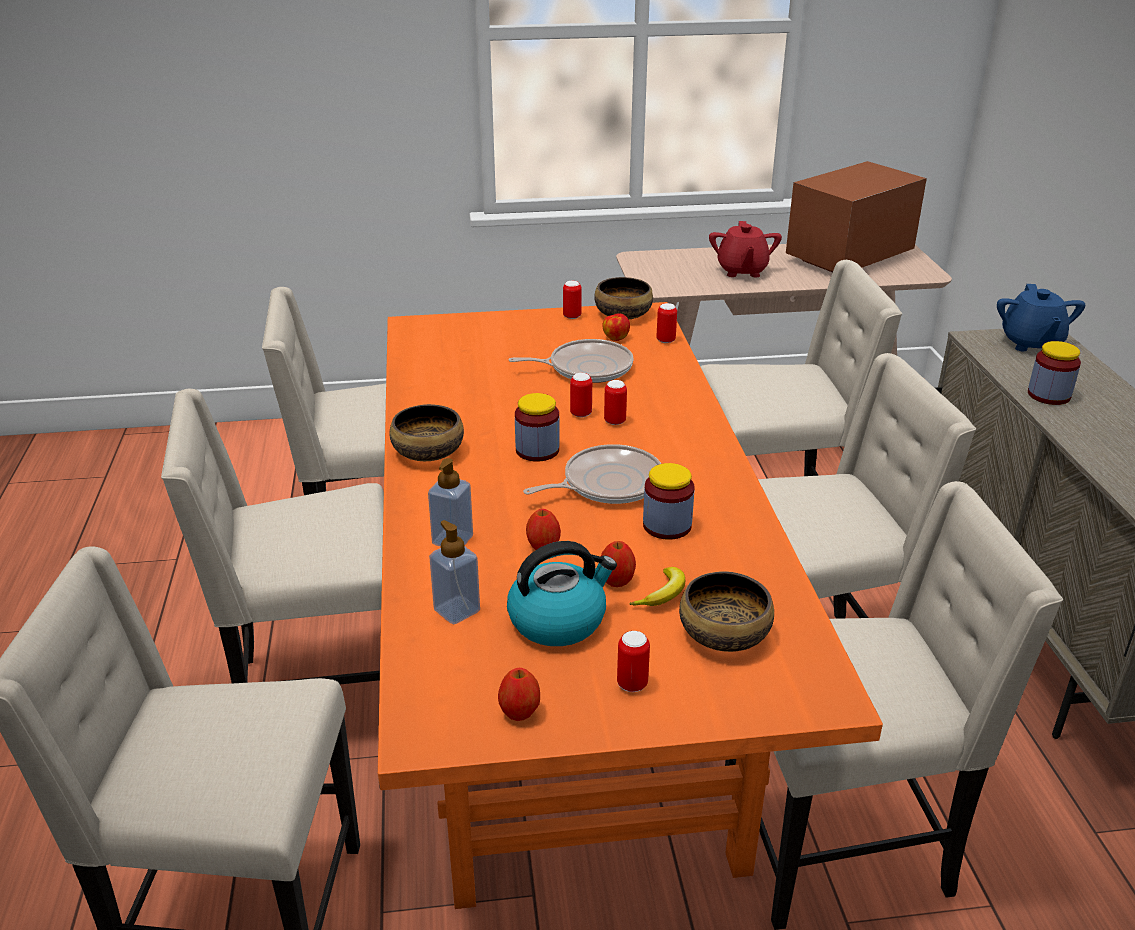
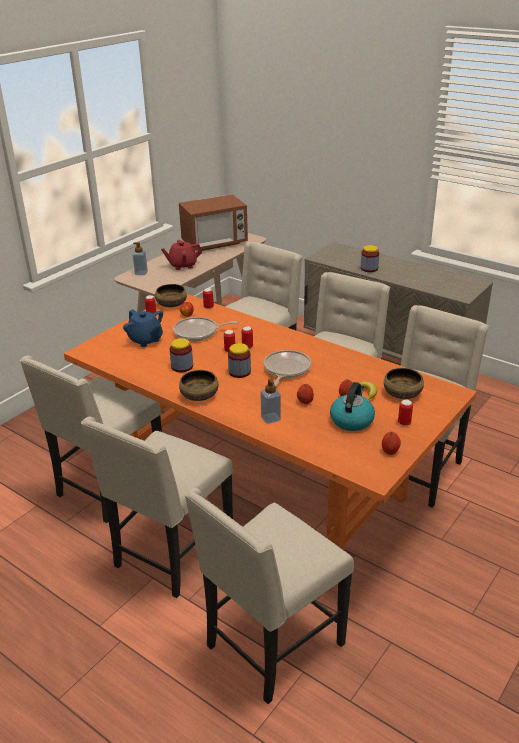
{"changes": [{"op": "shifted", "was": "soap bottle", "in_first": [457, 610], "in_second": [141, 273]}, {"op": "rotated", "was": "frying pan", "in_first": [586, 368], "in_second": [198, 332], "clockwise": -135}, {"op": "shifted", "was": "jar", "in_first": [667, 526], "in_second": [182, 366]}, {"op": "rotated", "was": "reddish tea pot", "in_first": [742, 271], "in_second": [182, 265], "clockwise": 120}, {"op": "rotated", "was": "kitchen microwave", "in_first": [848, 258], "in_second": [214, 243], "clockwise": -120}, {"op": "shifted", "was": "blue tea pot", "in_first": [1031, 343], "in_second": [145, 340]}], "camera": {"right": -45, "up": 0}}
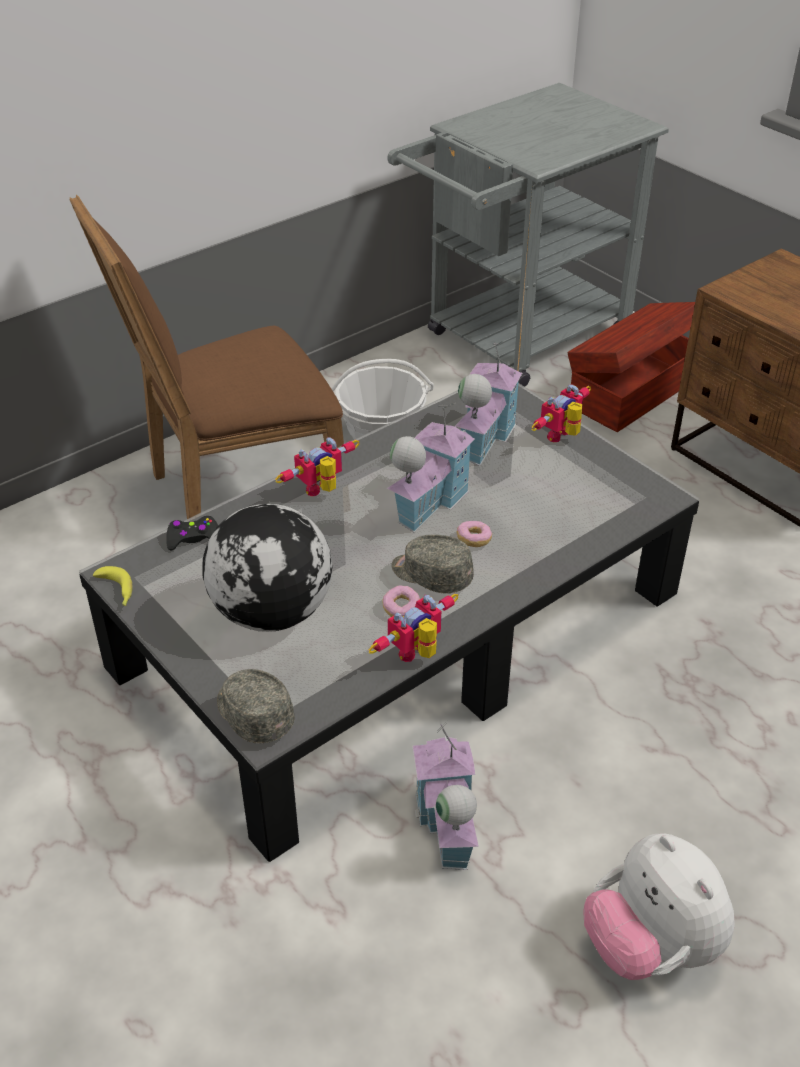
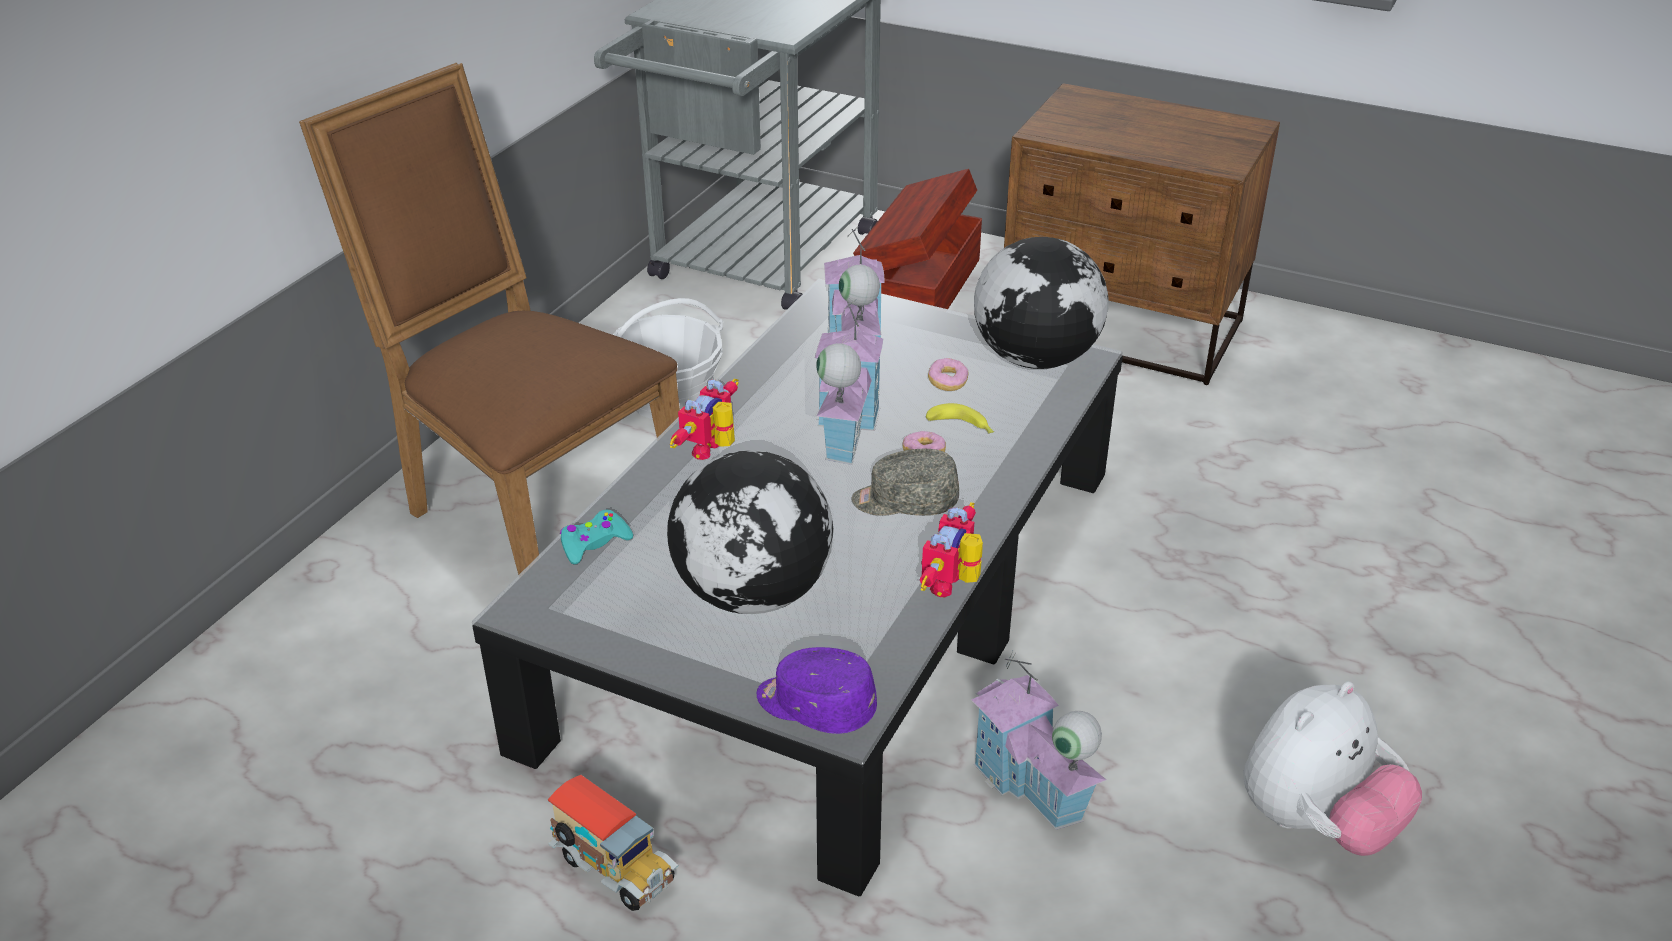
{"changes": [{"op": "rotated", "was": "brownish chair", "in_first": [236, 491], "in_second": [532, 508], "clockwise": 90}, {"op": "shifted", "was": "banana", "in_first": [117, 591], "in_second": [962, 427]}, {"op": "repainted", "was": "blackish game controller", "now": "turquoise game controller", "in_first": [193, 538], "in_second": [594, 543]}, {"op": "repainted", "was": "gray cap", "now": "purplish cap", "in_first": [253, 714], "in_second": [815, 706]}, {"op": "shifted", "was": "donut", "in_first": [401, 609], "in_second": [947, 382]}, {"op": "gone", "was": "robot figure", "in_first": [563, 437]}, {"op": "rotated", "was": "cuddly toy", "in_first": [650, 945], "in_second": [1315, 824], "clockwise": -75}, {"op": "new", "now": "toy lorry", "in_second": [614, 870]}, {"op": "new", "now": "globe", "in_second": [1036, 358]}], "camera": {"right": -25, "up": -5}}
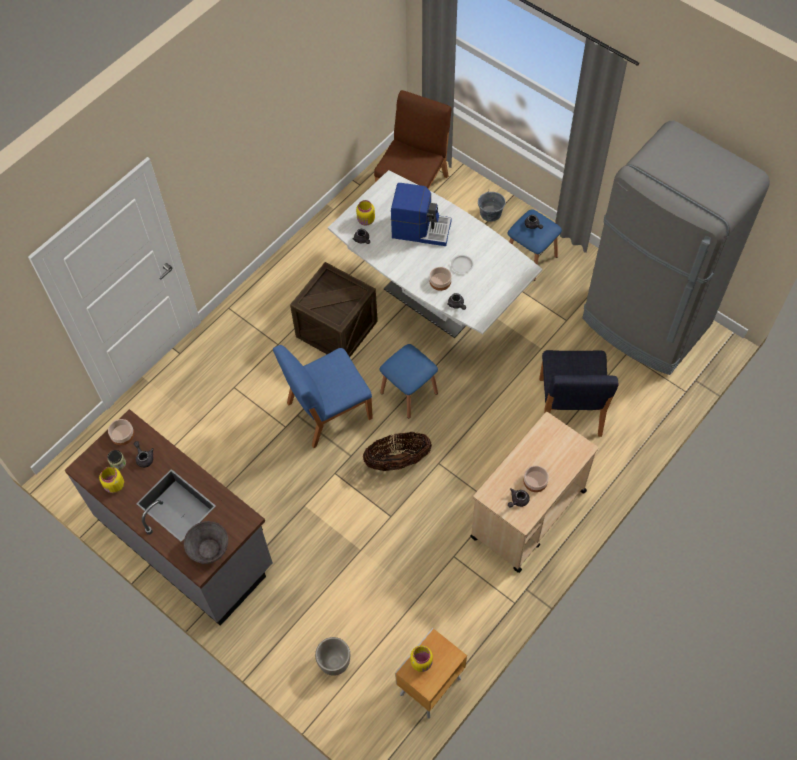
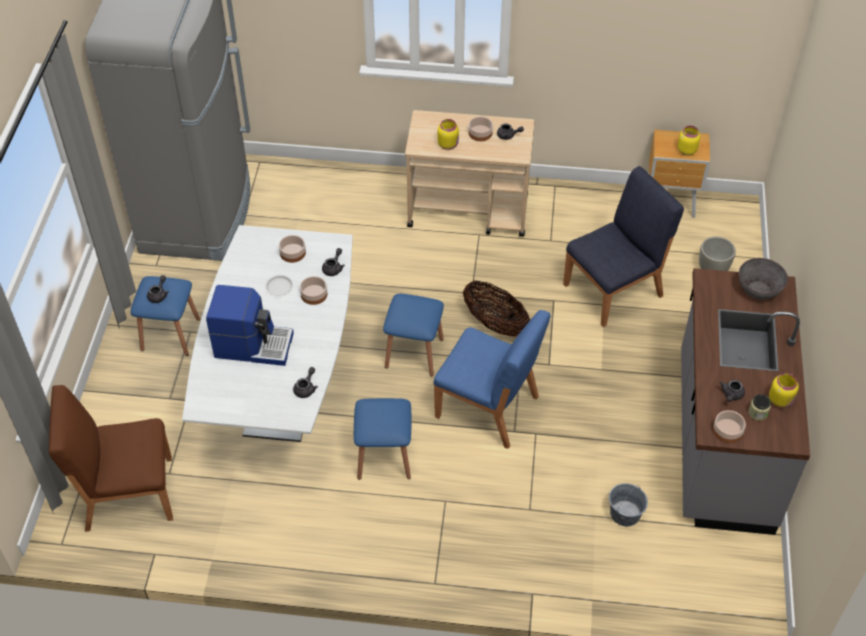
{"changes": [{"op": "swapped", "was": "packing crate", "now": "blue stool seat", "in_first": [336, 329], "in_second": [384, 457]}, {"op": "shifted", "was": "yellow-coloured jar", "in_first": [366, 220], "in_second": [448, 144]}, {"op": "rotated", "was": "coffee brewer", "in_first": [421, 229], "in_second": [253, 344], "clockwise": 120}, {"op": "shifted", "was": "gray pail", "in_first": [490, 213], "in_second": [625, 513]}, {"op": "shifted", "was": "blue chair", "in_first": [569, 408], "in_second": [614, 290]}, {"op": "new", "now": "serving bowl", "in_second": [292, 253]}], "camera": {"right": -125, "up": -10}}
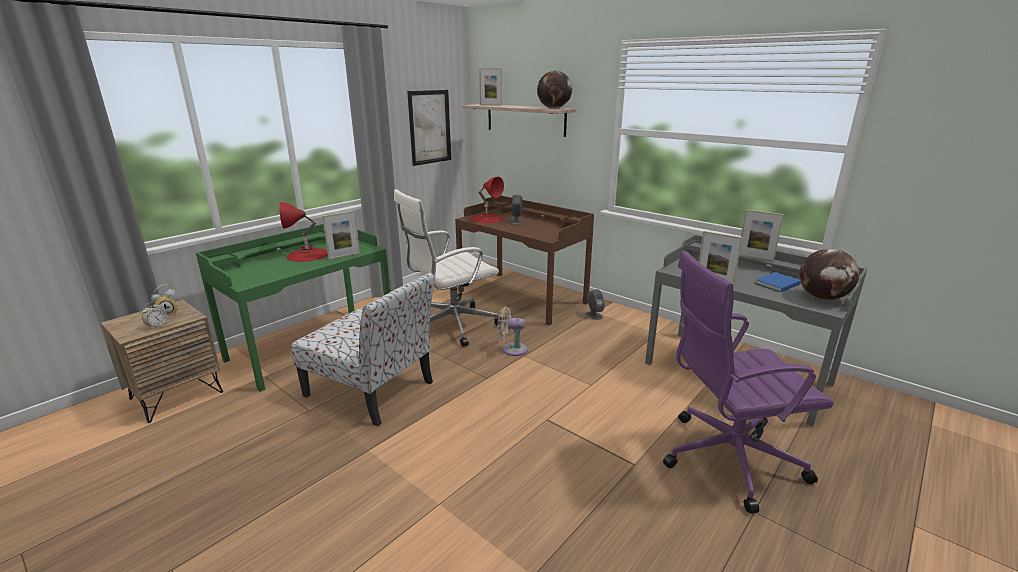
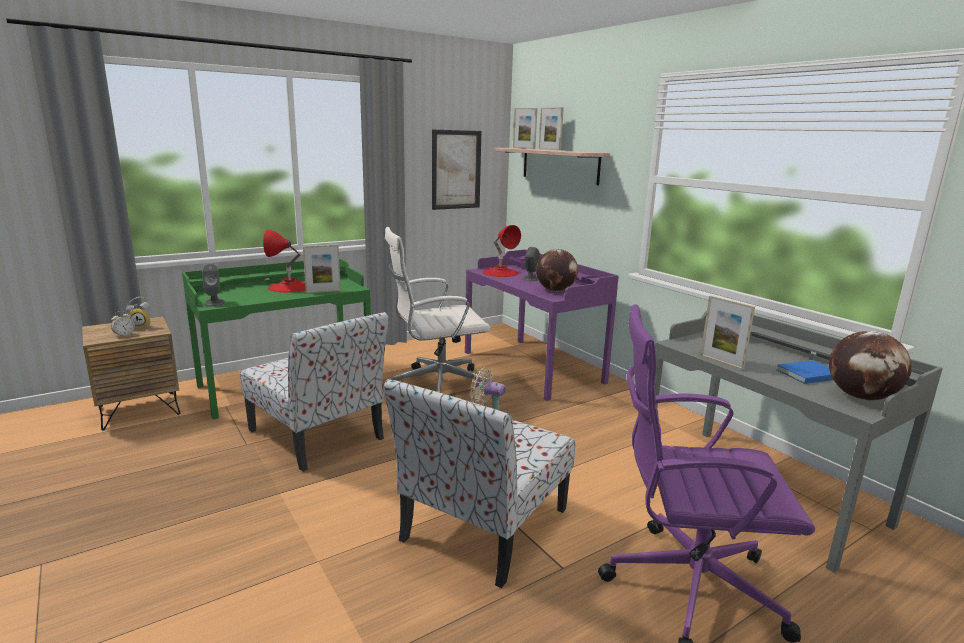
{"changes": [{"op": "repainted", "was": "brownish desk table", "now": "purplish desk table", "in_first": [522, 296], "in_second": [533, 367]}, {"op": "shifted", "was": "globe", "in_first": [553, 108], "in_second": [555, 290]}, {"op": "shifted", "was": "gray loudspeaker", "in_first": [594, 315], "in_second": [214, 302]}, {"op": "shifted", "was": "standing frame", "in_first": [755, 257], "in_second": [549, 149]}, {"op": "new", "now": "chair", "in_second": [483, 526]}], "camera": {"right": 15, "up": -5}}
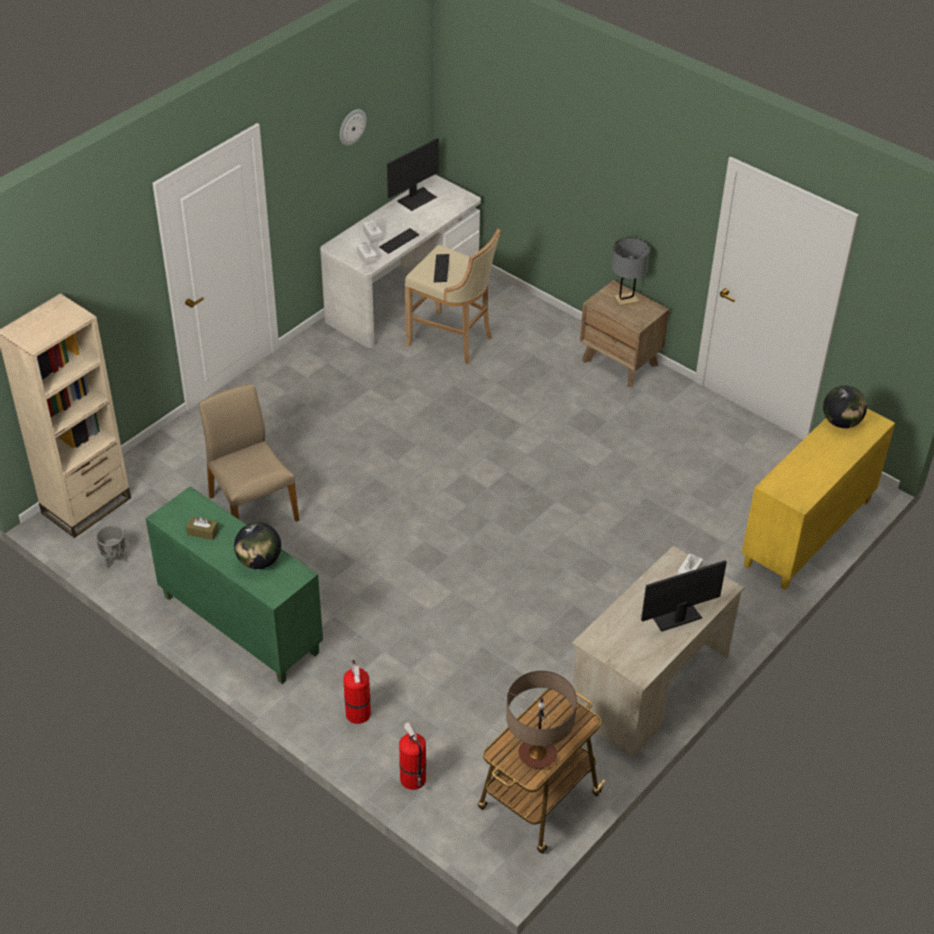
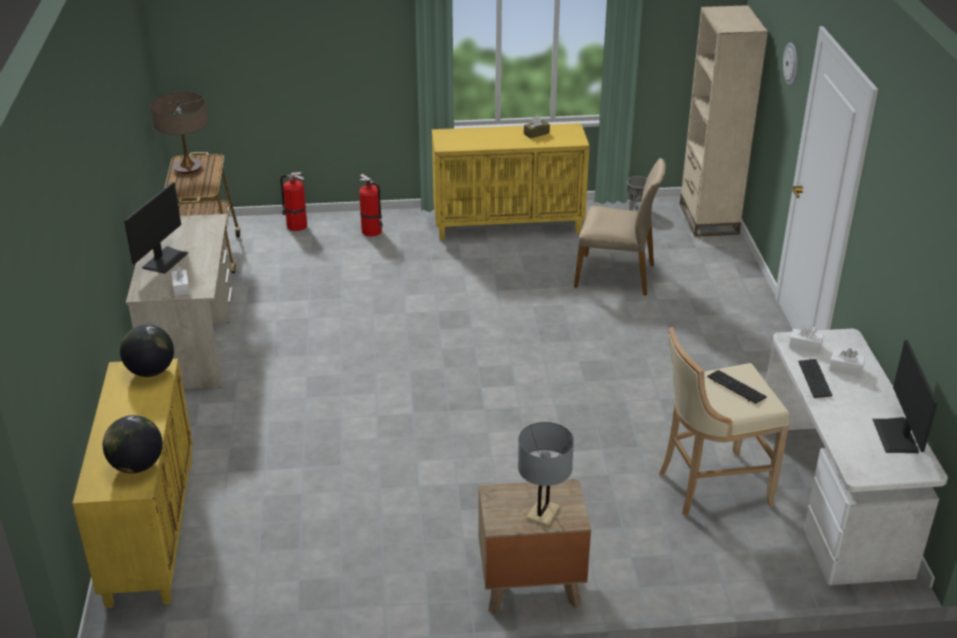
{"changes": [{"op": "repainted", "was": "green-coloured cabinet", "now": "yellow-coloured cabinet", "in_first": [239, 625], "in_second": [509, 225]}, {"op": "shifted", "was": "globe", "in_first": [259, 561], "in_second": [151, 371]}, {"op": "shifted", "was": "hanging clock", "in_first": [351, 126], "in_second": [792, 64]}], "camera": {"right": 135, "up": -10}}
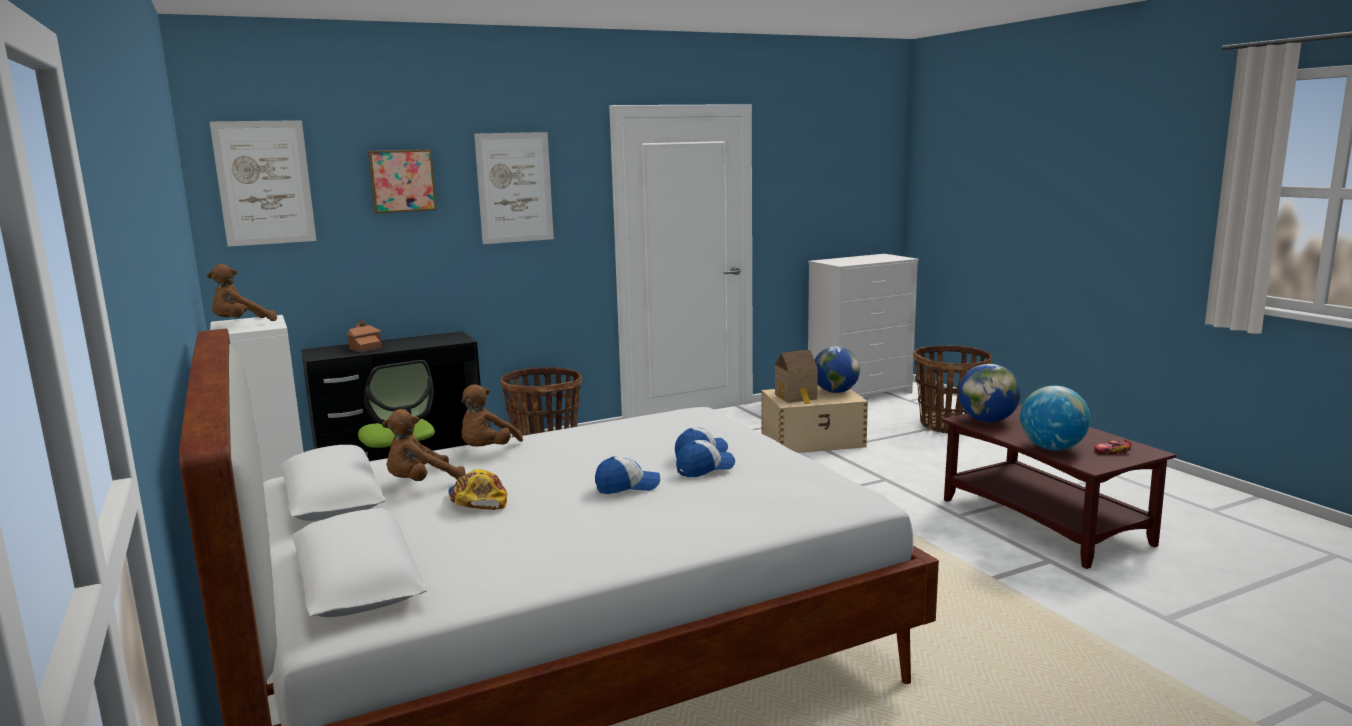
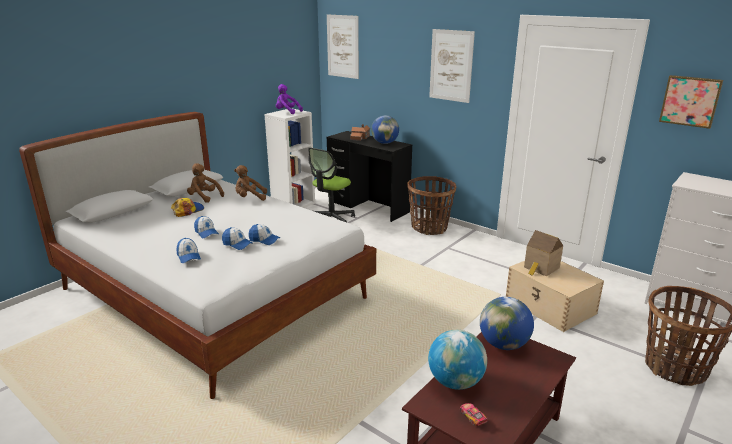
{"changes": [{"op": "repainted", "was": "brownish cuddly toy", "now": "purplish cuddly toy", "in_first": [241, 324], "in_second": [287, 112]}, {"op": "shifted", "was": "wall picture", "in_first": [402, 181], "in_second": [690, 101]}, {"op": "shifted", "was": "globe", "in_first": [835, 392], "in_second": [384, 143]}, {"op": "new", "now": "cap", "in_second": [188, 256]}], "camera": {"right": 65, "up": 10}}
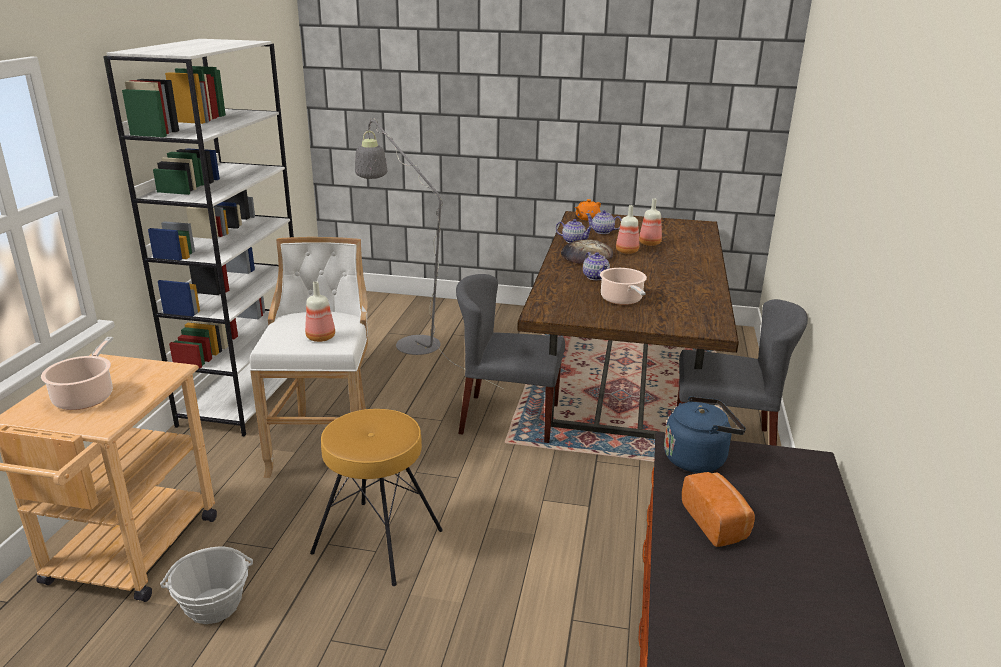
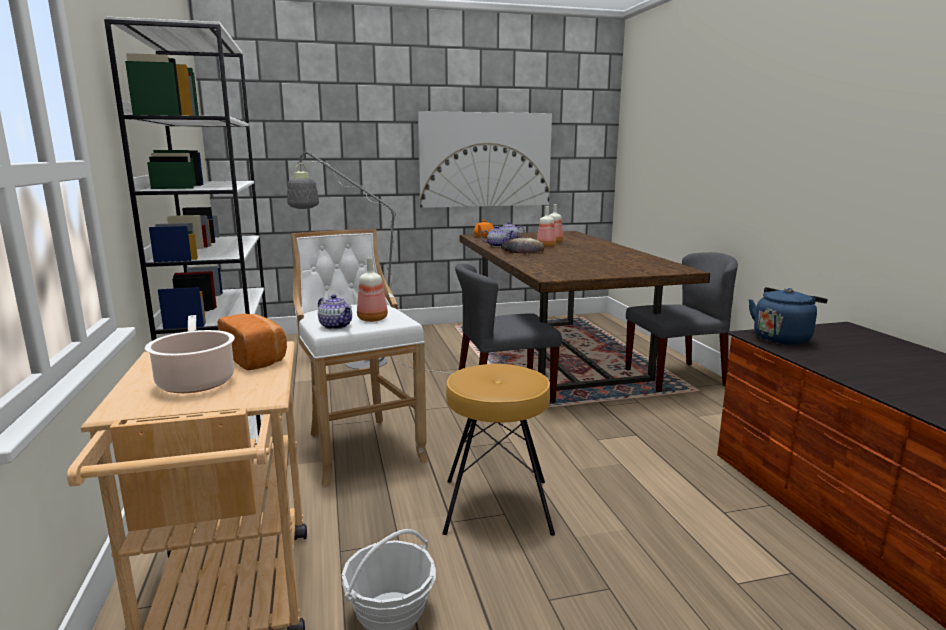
{"changes": [{"op": "shifted", "was": "tea pot", "in_first": [595, 277], "in_second": [335, 326]}, {"op": "gone", "was": "saucepot", "in_first": [622, 300]}, {"op": "shifted", "was": "bakery bread", "in_first": [717, 522], "in_second": [256, 358]}, {"op": "new", "now": "wall picture", "in_second": [485, 160]}], "camera": {"right": -25, "up": -10}}
